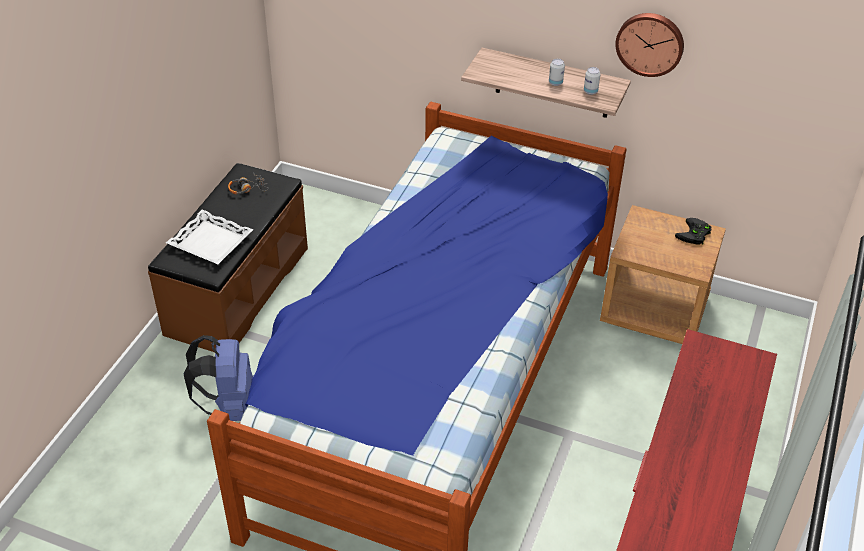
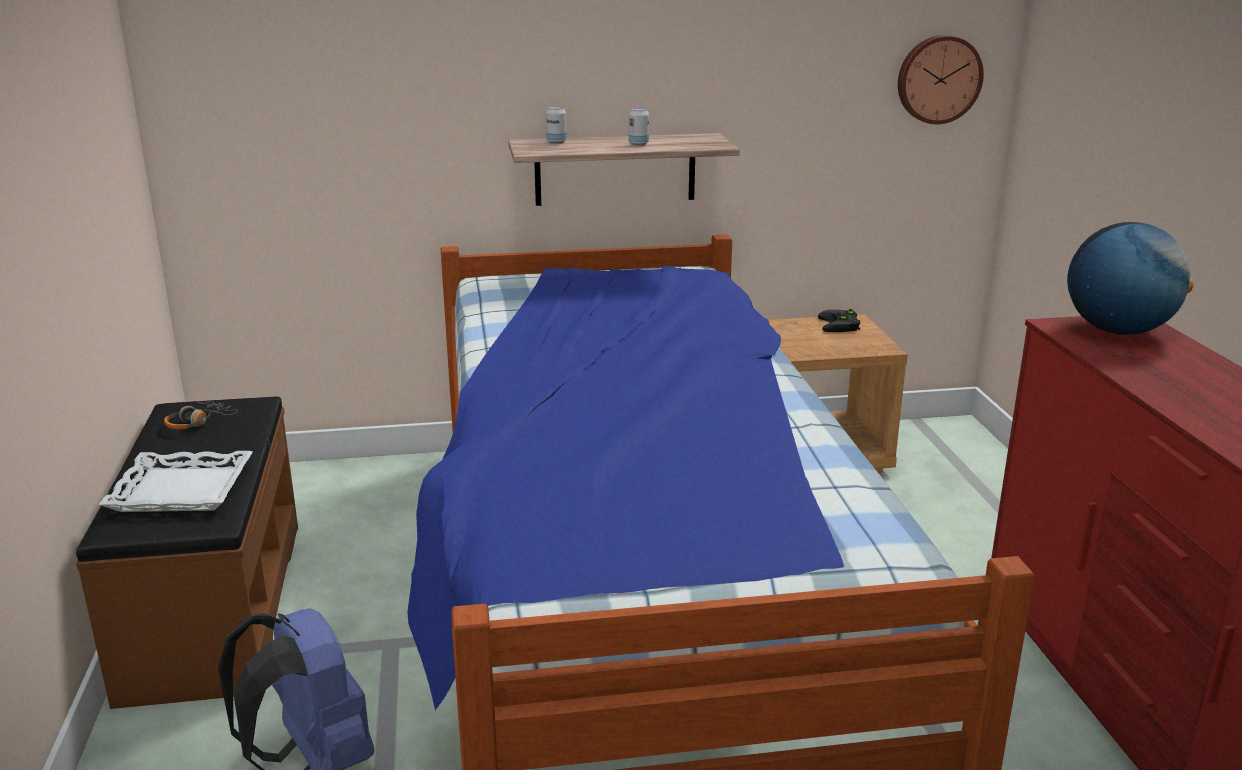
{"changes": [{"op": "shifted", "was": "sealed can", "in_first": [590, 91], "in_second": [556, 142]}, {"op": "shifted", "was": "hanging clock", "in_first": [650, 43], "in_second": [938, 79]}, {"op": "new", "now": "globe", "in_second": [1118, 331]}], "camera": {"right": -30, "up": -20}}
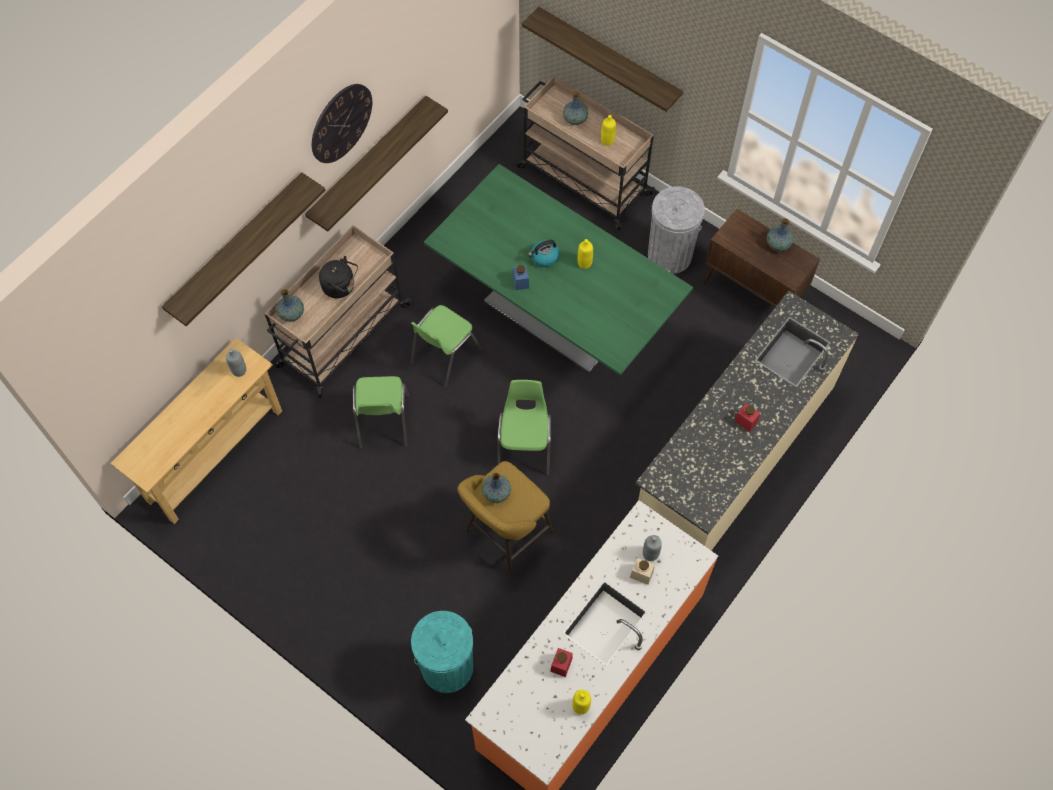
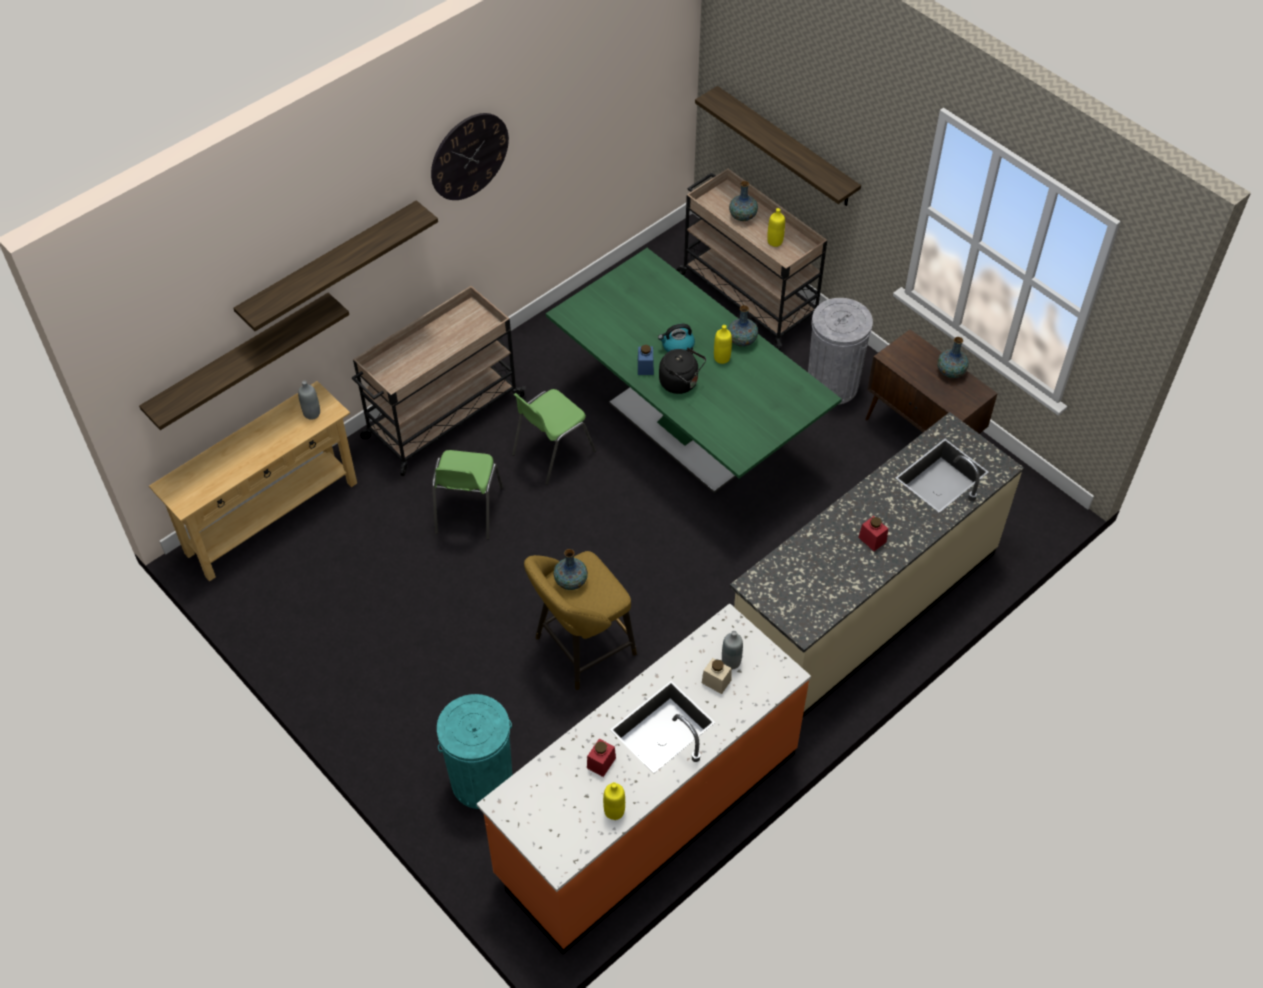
{"changes": [{"op": "shifted", "was": "decorative vase", "in_first": [292, 314], "in_second": [742, 340]}, {"op": "shifted", "was": "bracket shelf", "in_first": [368, 163], "in_second": [240, 360]}, {"op": "shifted", "was": "blackish tea kettle", "in_first": [341, 287], "in_second": [681, 383]}, {"op": "gone", "was": "green-coloured chair", "in_first": [525, 447]}], "camera": {"right": 10, "up": -10}}
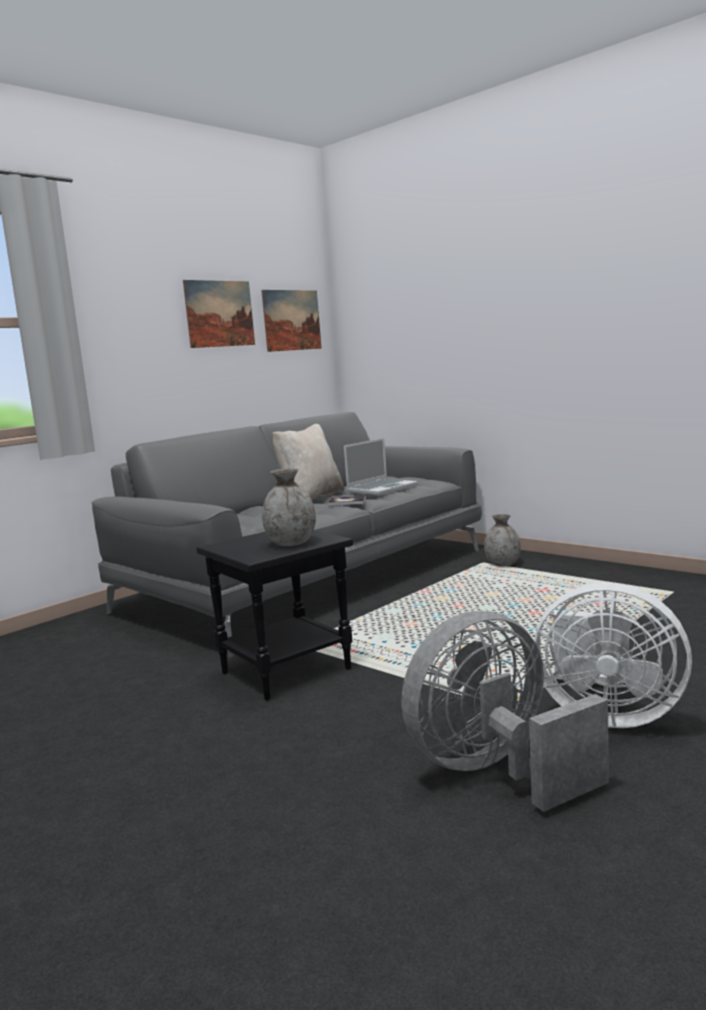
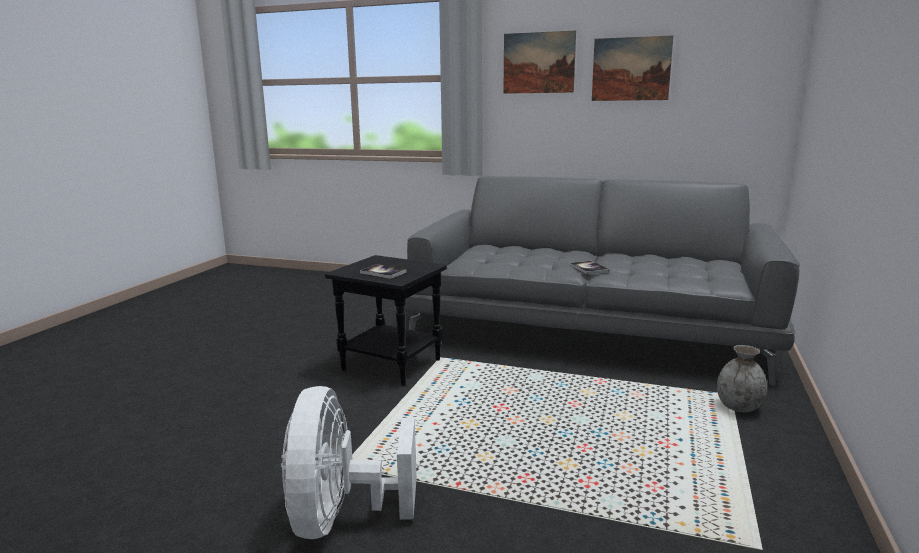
{"changes": [{"op": "shifted", "was": "wall picture", "in_first": [292, 320], "in_second": [538, 63]}, {"op": "swapped", "was": "gray decorative vase", "now": "book", "in_first": [292, 543], "in_second": [383, 272]}, {"op": "gone", "was": "sand-coloured cushion", "in_first": [311, 498]}, {"op": "gone", "was": "laptop", "in_first": [382, 488]}, {"op": "gone", "was": "gray electric fan", "in_first": [496, 771]}], "camera": {"right": 65, "up": 5}}
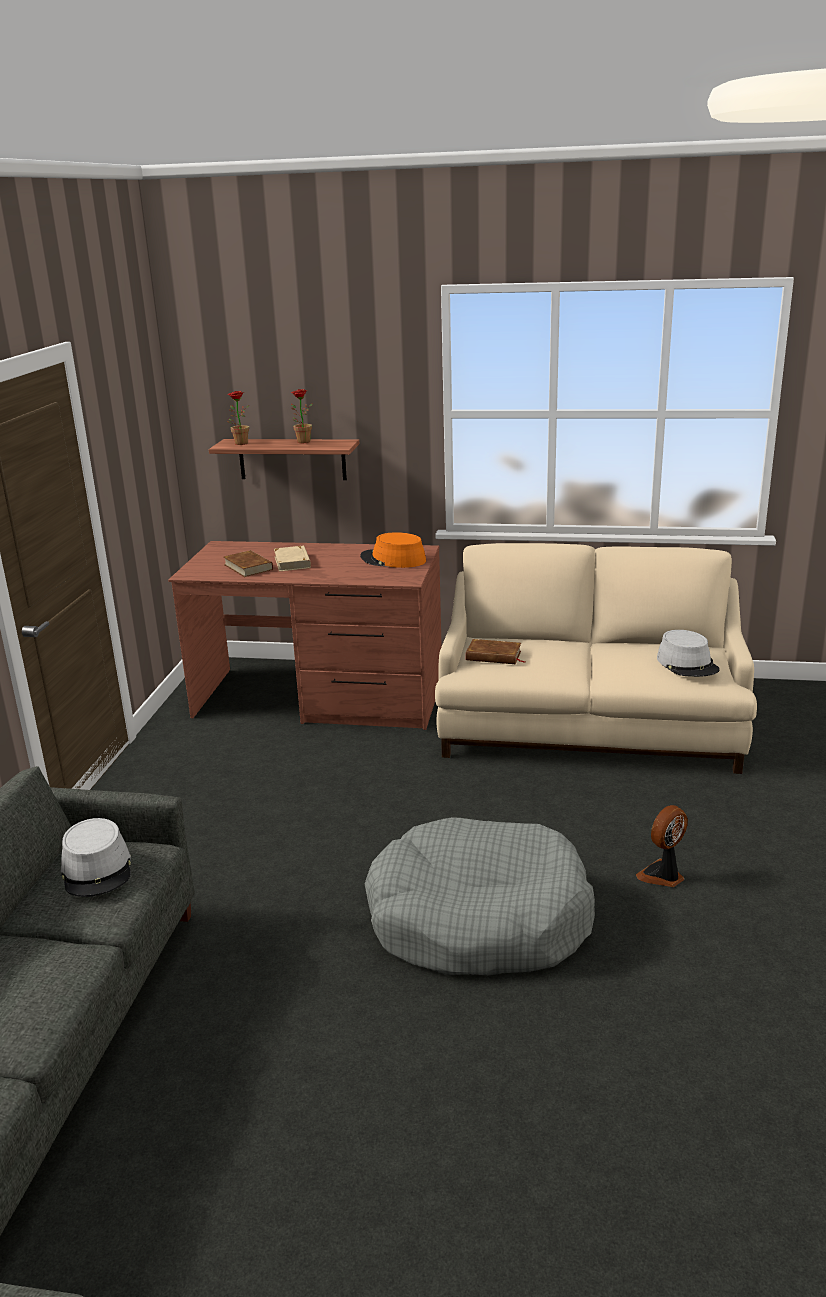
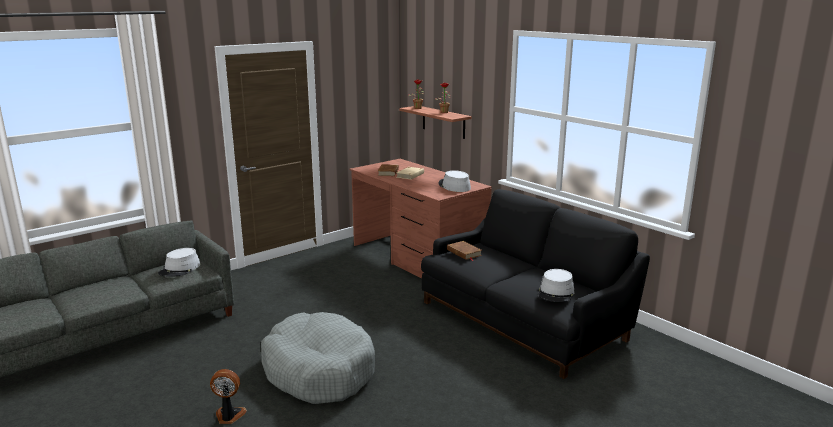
{"changes": [{"op": "repainted", "was": "orange-coloured wearable hat", "now": "gray wearable hat", "in_first": [393, 560], "in_second": [454, 186]}, {"op": "repainted", "was": "sand-coloured sofa", "now": "blackish sofa", "in_first": [590, 724], "in_second": [524, 319]}, {"op": "shifted", "was": "electric fan", "in_first": [662, 876], "in_second": [229, 416]}], "camera": {"right": 40, "up": -5}}
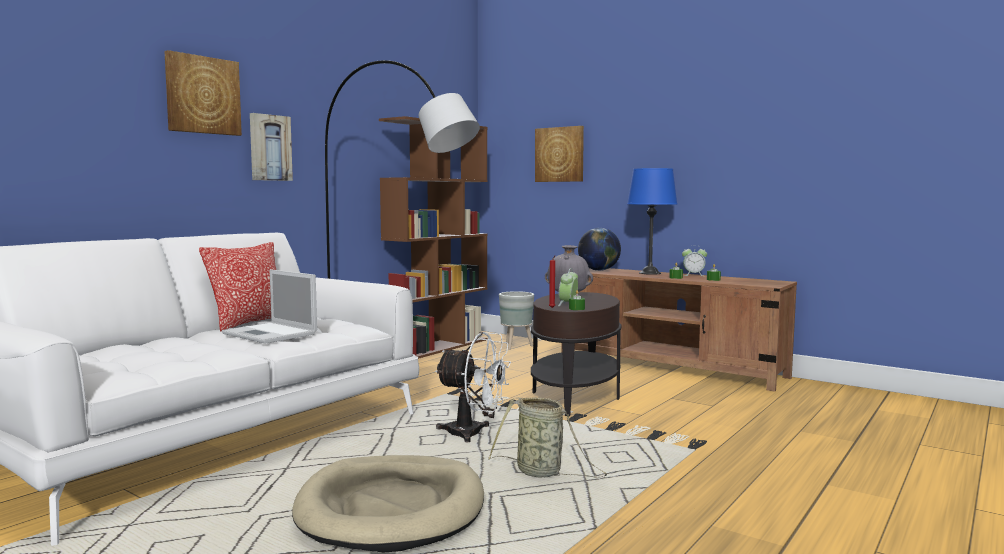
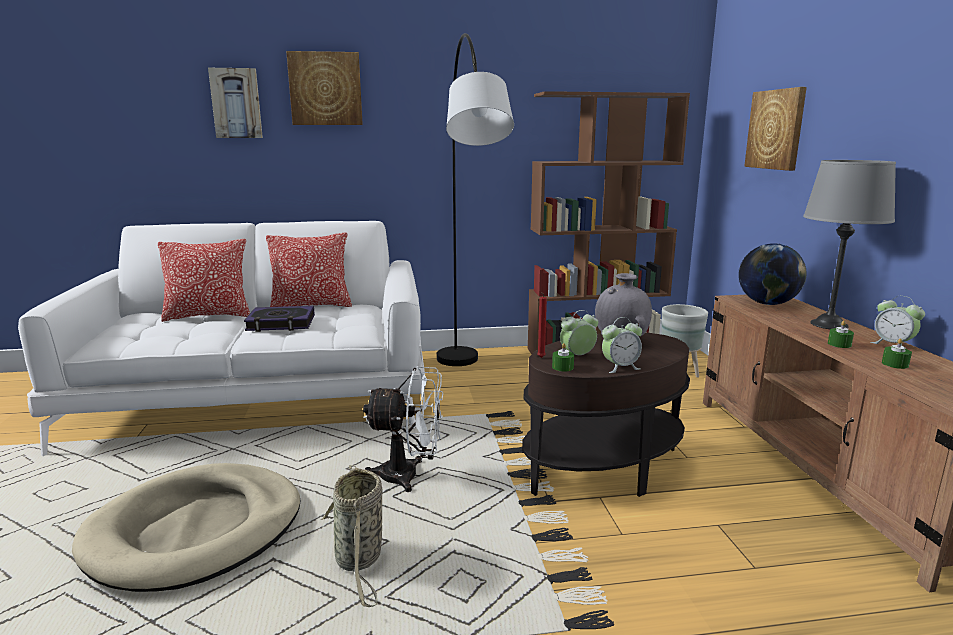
{"changes": [{"op": "swapped", "was": "laptop", "now": "book", "in_first": [271, 334], "in_second": [281, 323]}, {"op": "shifted", "was": "wall picture", "in_first": [269, 148], "in_second": [236, 103]}, {"op": "rotated", "was": "white-coloured electric fan", "in_first": [473, 434], "in_second": [409, 476], "clockwise": -60}, {"op": "repainted", "was": "blue table lamp", "now": "gray table lamp", "in_first": [650, 273], "in_second": [828, 324]}, {"op": "new", "now": "cushion", "in_second": [209, 316]}, {"op": "new", "now": "bedside clock", "in_second": [620, 367]}], "camera": {"right": 45, "up": 10}}
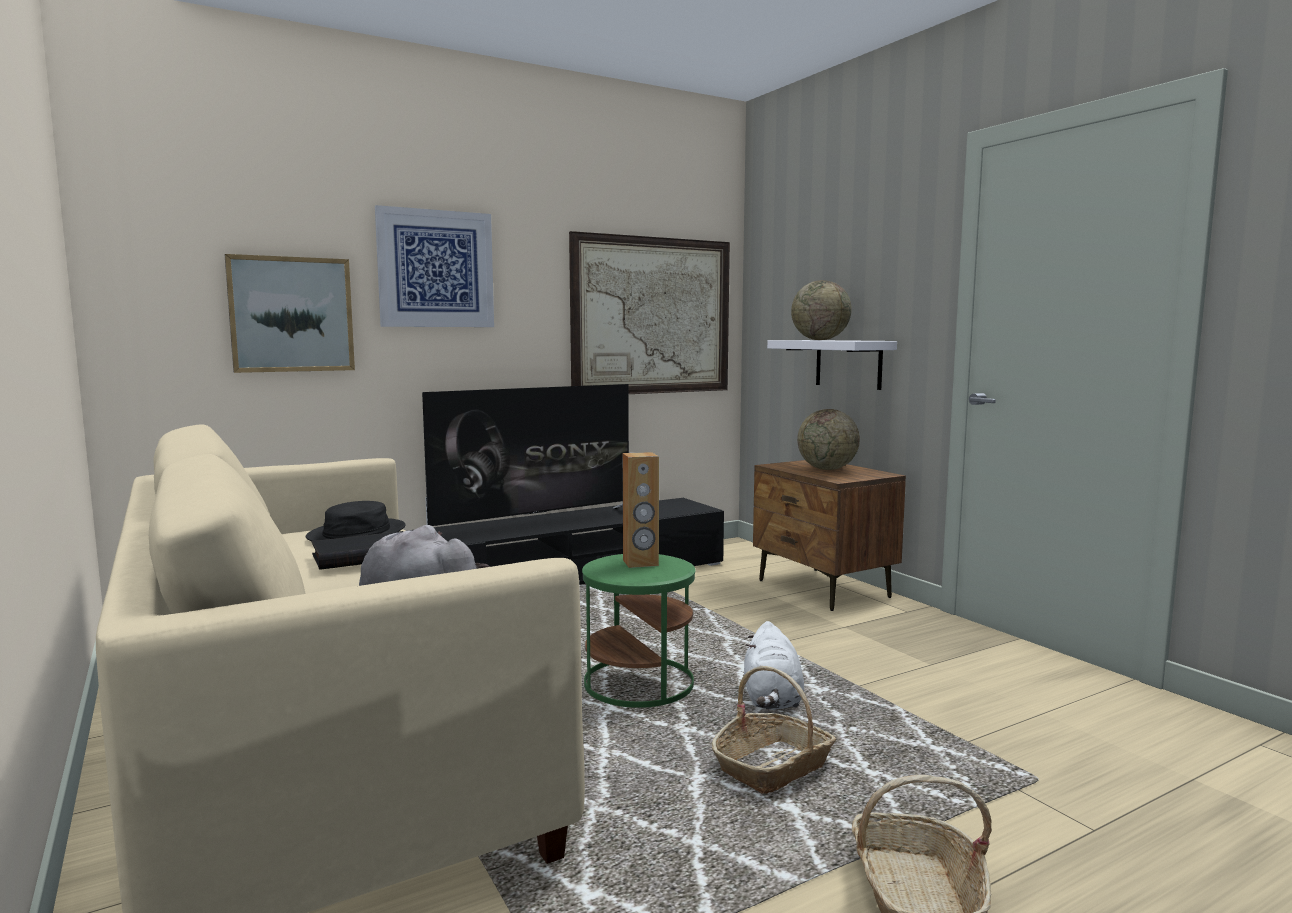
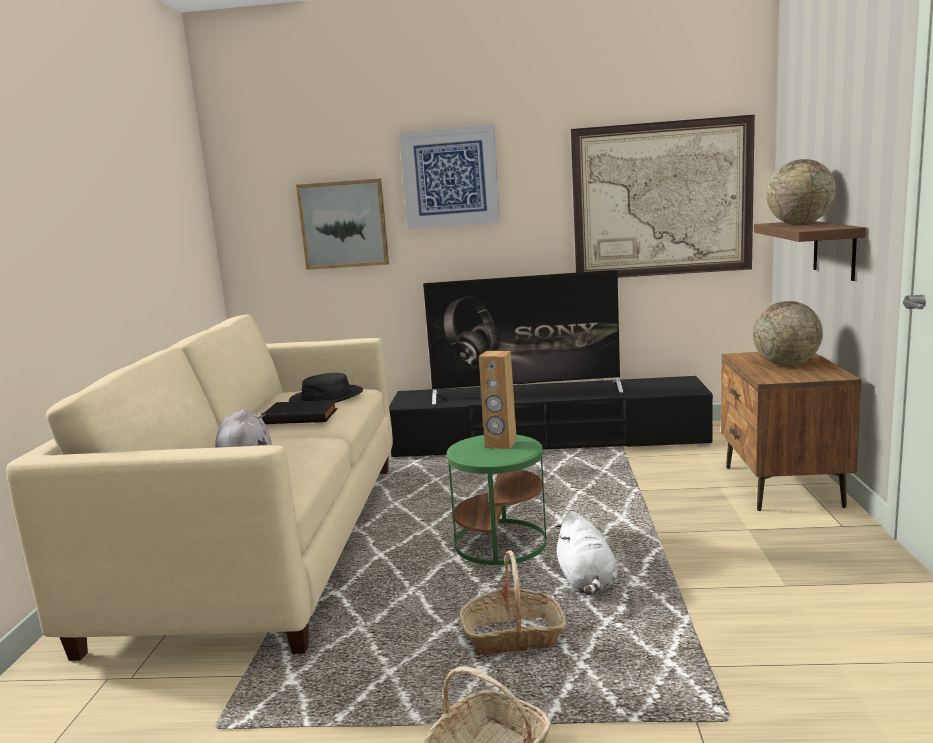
{"changes": [{"op": "rotated", "was": "white-coloured cuddly toy", "in_first": [772, 699], "in_second": [586, 582], "clockwise": -45}, {"op": "repainted", "was": "white-coloured bracket shelf", "now": "brownish bracket shelf", "in_first": [848, 363], "in_second": [834, 249]}], "camera": {"right": 35, "up": 5}}
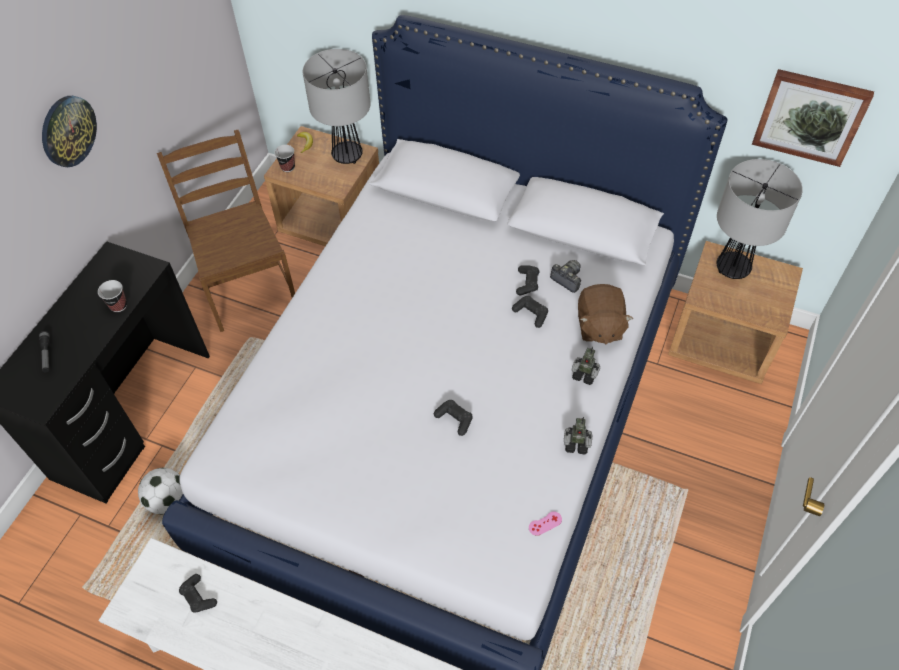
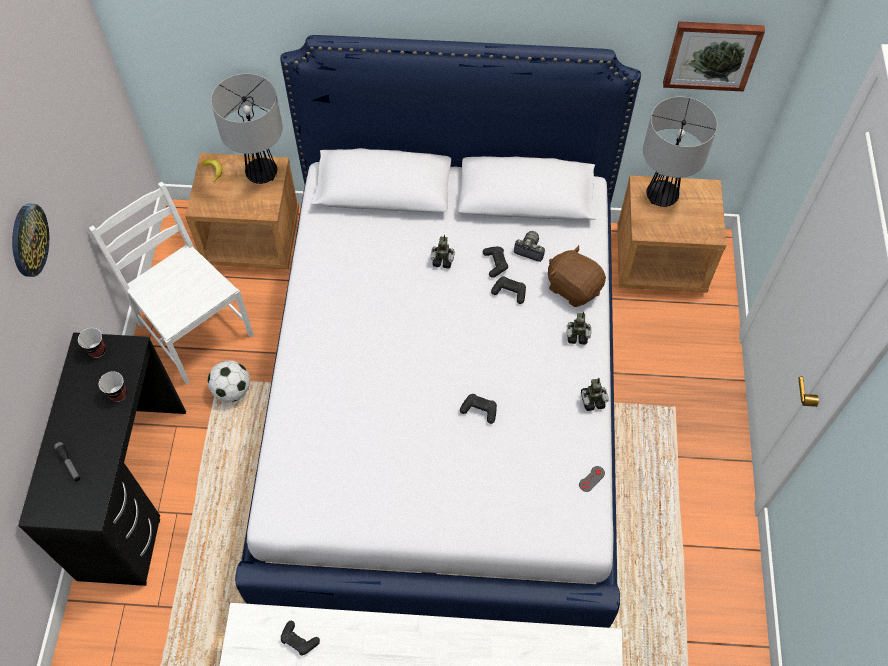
{"changes": [{"op": "shifted", "was": "football ball", "in_first": [168, 500], "in_second": [232, 390]}, {"op": "repainted", "was": "brownish chair", "now": "white-coloured chair", "in_first": [247, 287], "in_second": [193, 330]}, {"op": "shifted", "was": "cup", "in_first": [288, 167], "in_second": [97, 351]}, {"op": "repainted", "was": "pink game controller", "now": "gray game controller", "in_first": [545, 523], "in_second": [591, 479]}, {"op": "rotated", "was": "brownish cuddly toy", "in_first": [599, 326], "in_second": [573, 287], "clockwise": 150}, {"op": "new", "now": "robot figure", "in_second": [442, 260]}], "camera": {"right": -20, "up": 5}}
